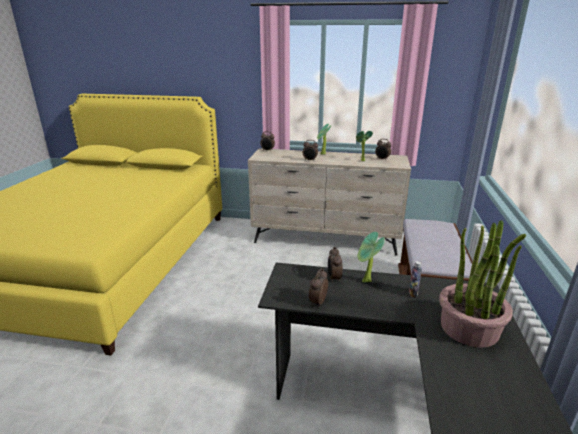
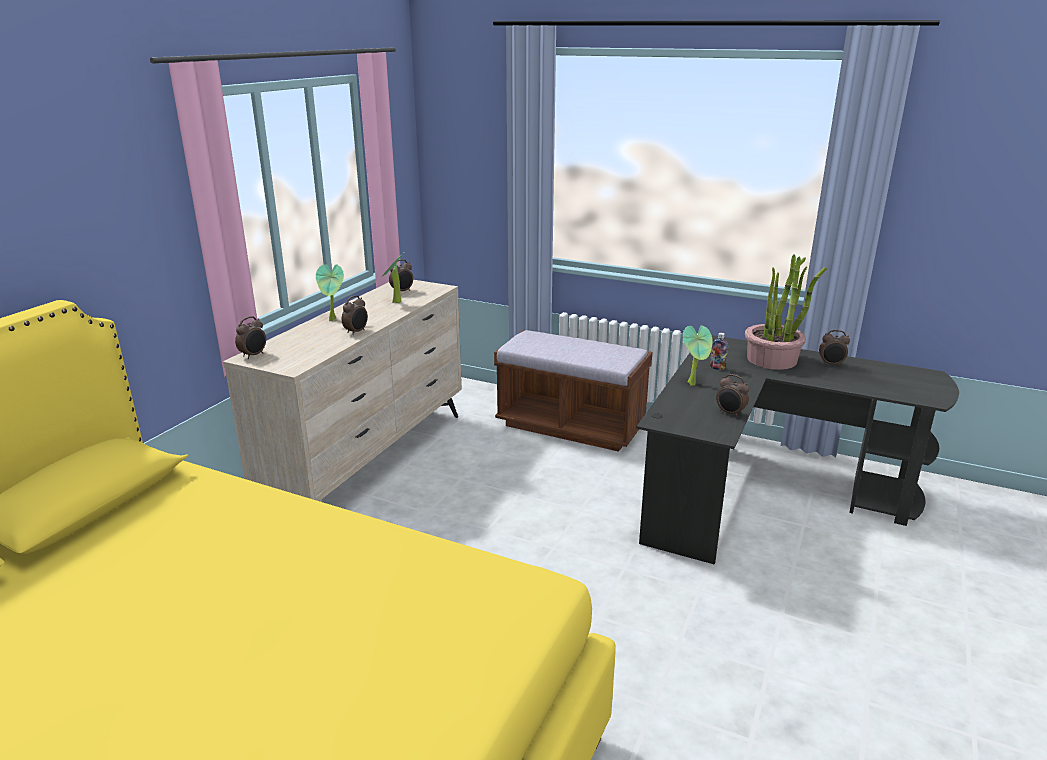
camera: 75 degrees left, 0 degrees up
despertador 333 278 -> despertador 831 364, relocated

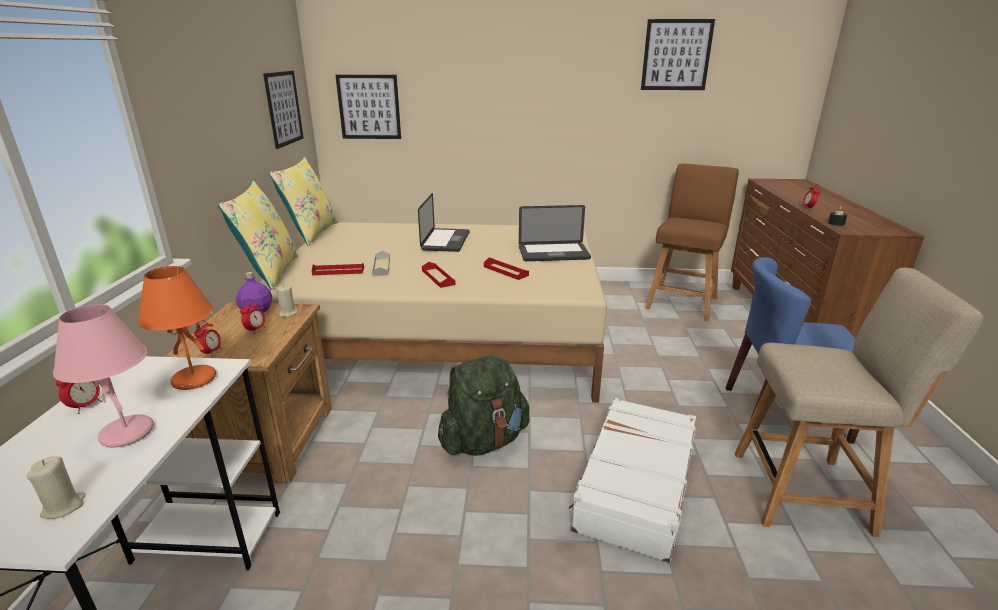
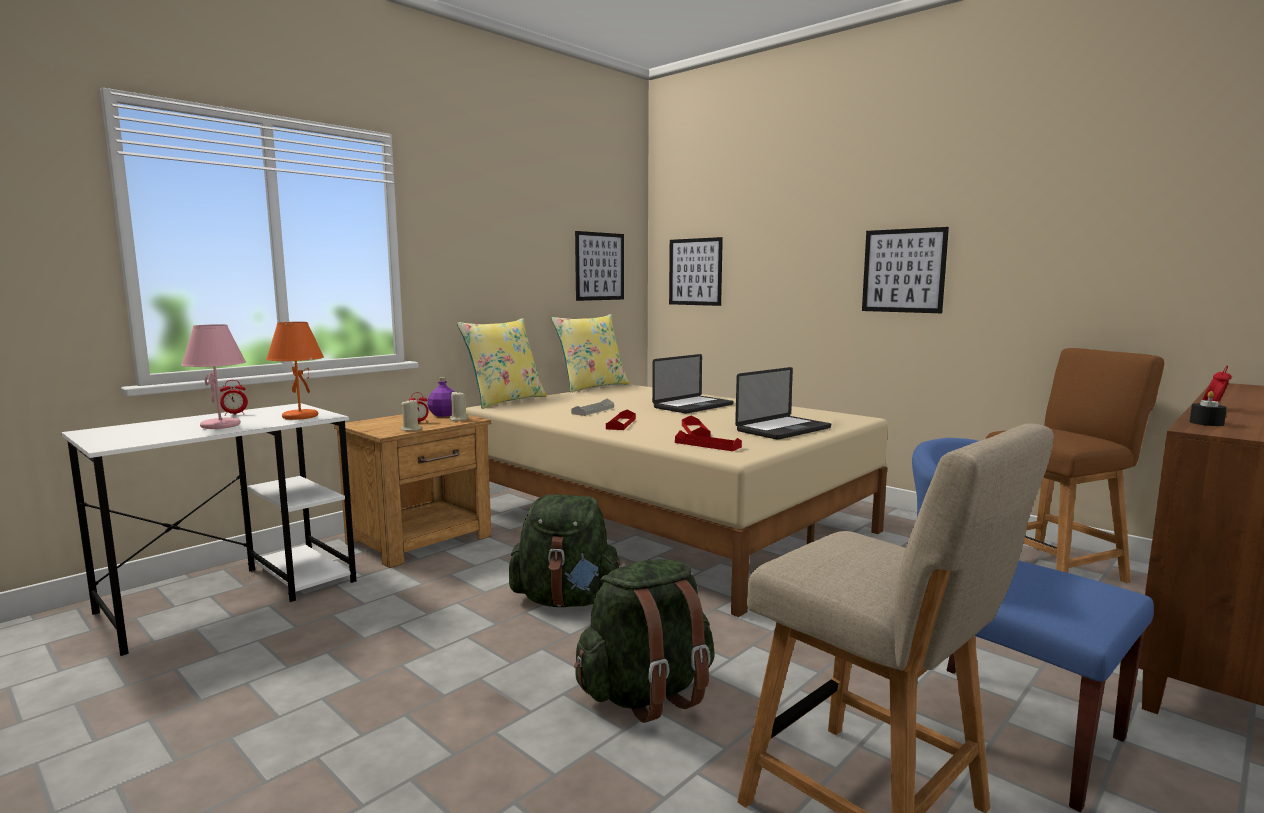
camera: 40 degrees right, 15 degrees down
vela [beis] 64 506 -> vela [beis] 411 429, relocated
maleta [blanco] 634 486 -> mochila [verde] 647 693
bandeja [rojo] 338 271 -> bandeja [rojo] 707 445, relocated
portátil 553 253 -> portátil 783 429, 75 degrees counterclockwise
cuadro 676 55 -> cuadro 903 270, relocated
despertador 211 353 -> none

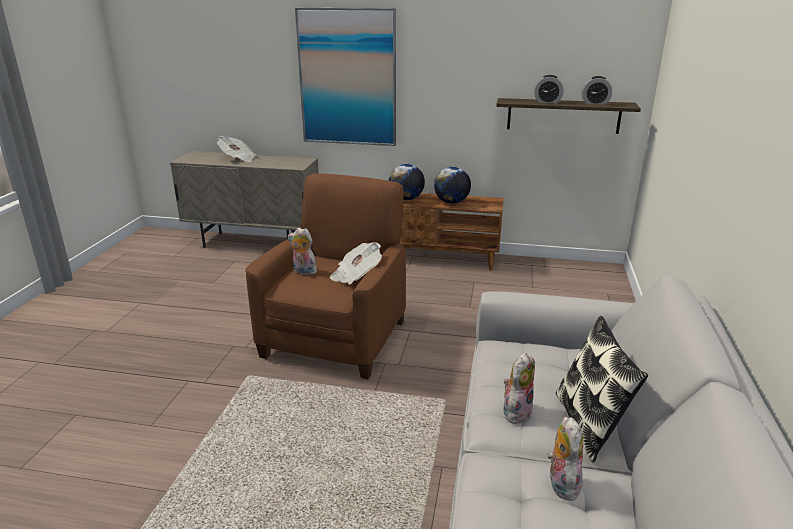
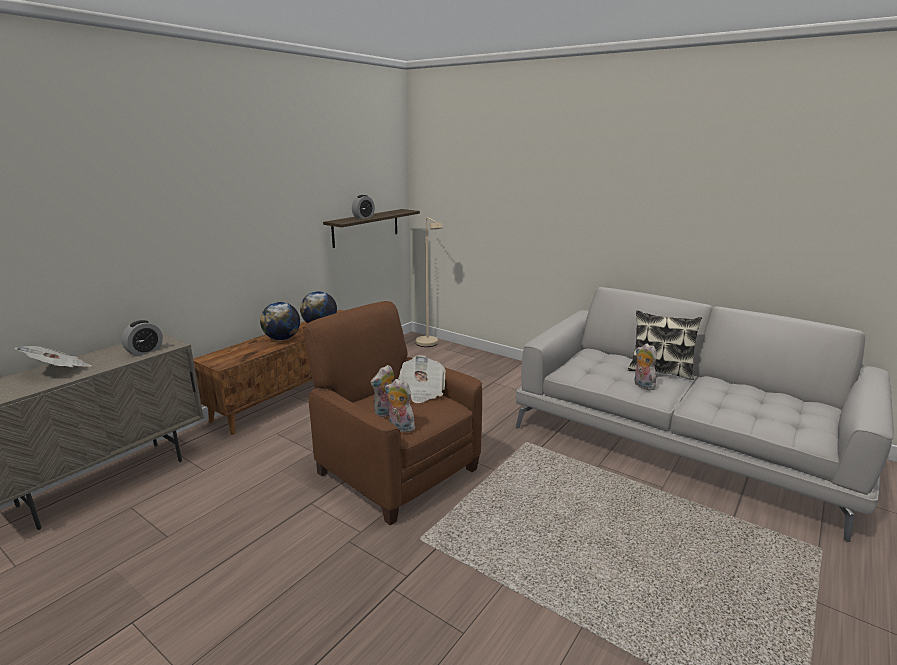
camera: 65 degrees left, 5 degrees down
despertador 595 103 -> despertador 145 351, relocated
peluche 561 483 -> peluche 400 428, relocated
none -> lámpara de pie [beis] 429 345
cuadro 347 78 -> none

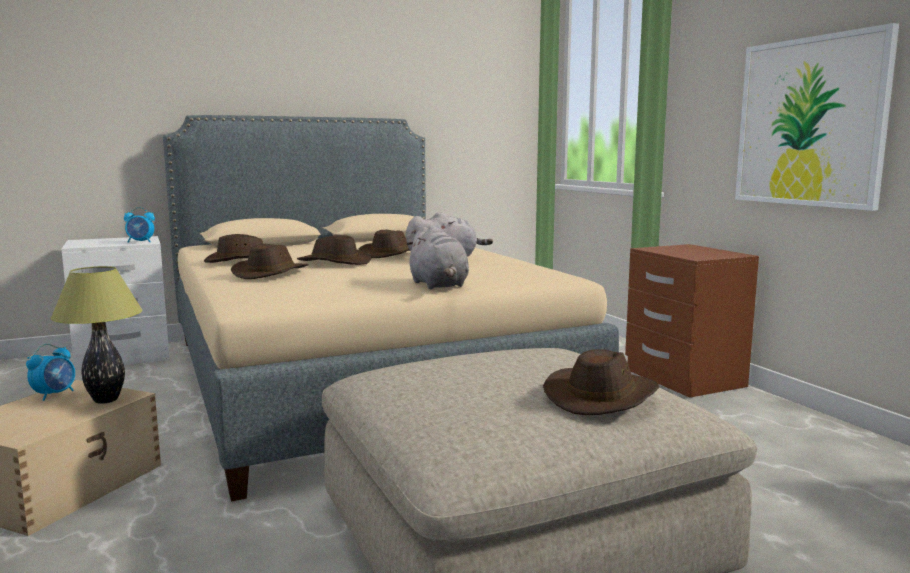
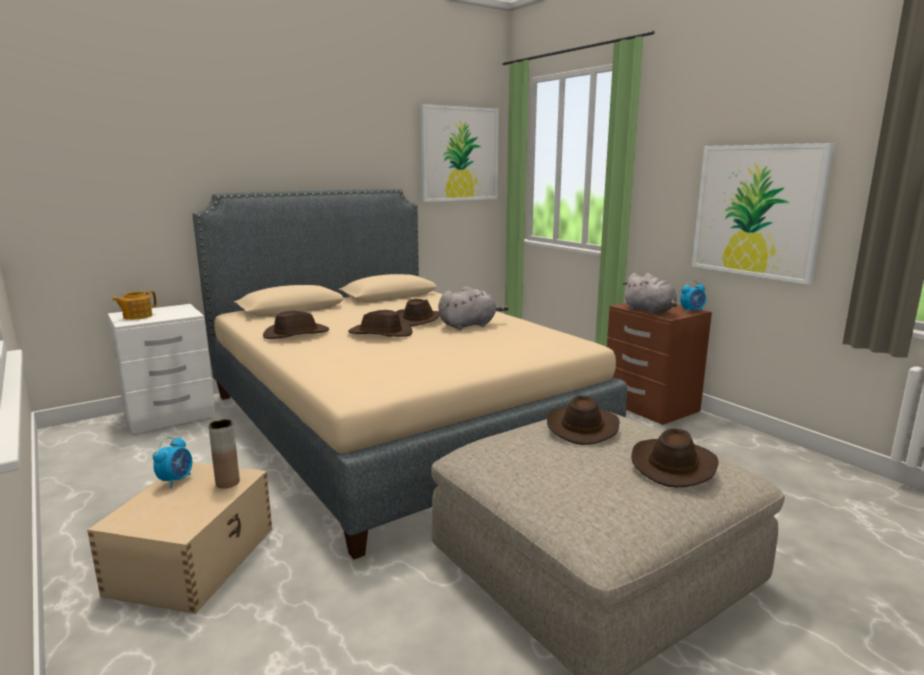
camera: 10 degrees left, 5 degrees up
none -> tetera 137 316
lámpara de mesa 105 400 -> florero [marrón] 227 482
none -> cuadro 460 154
sombrero [marrón] 271 273 -> sombrero [marrón] 581 427, relocated
peluche [gris] 438 285 -> peluche [gris] 650 311, relocated
despertador 140 242 -> despertador 692 311, relocated

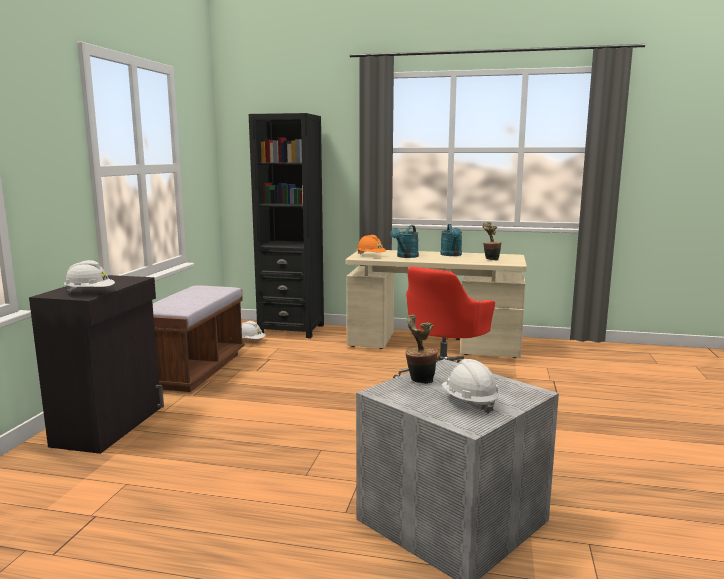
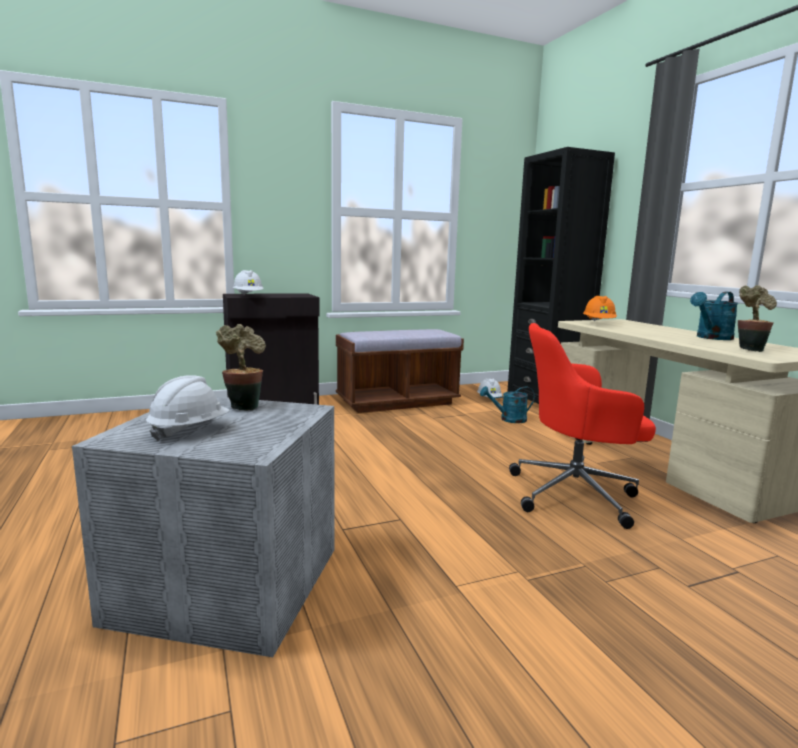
camera: 55 degrees right, 0 degrees up
regadera [turquesa] 406 256 -> regadera [turquesa] 508 419, relocated

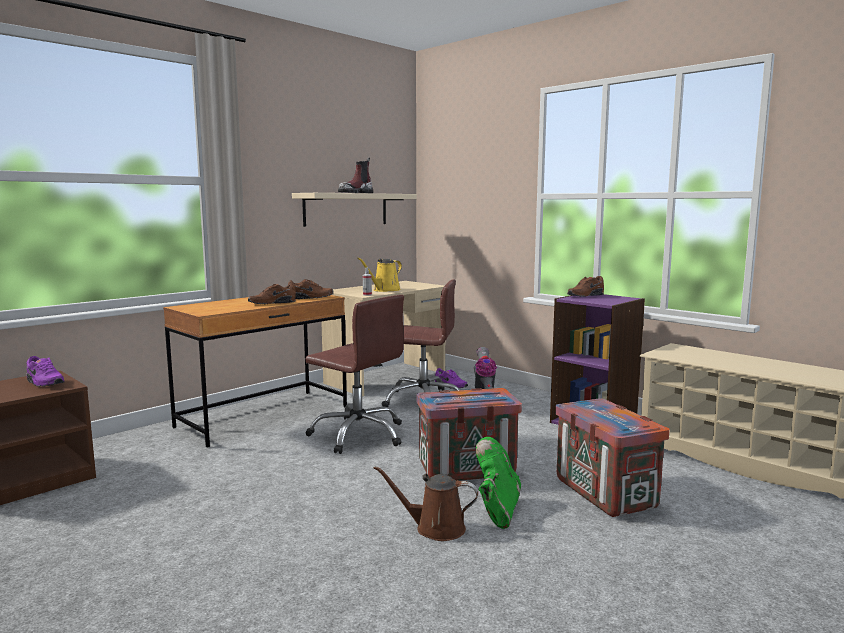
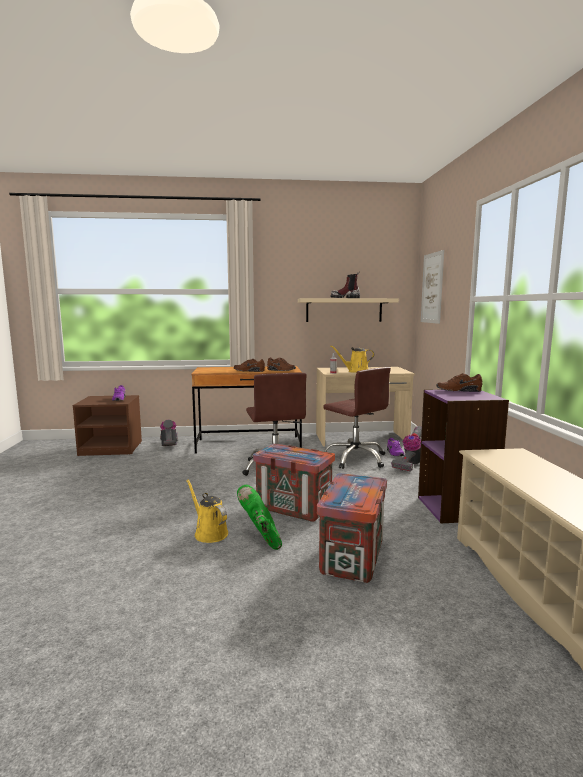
camera: 40 degrees right, 0 degrees up
none -> aspiradora 169 446
regadera [marrón] 435 528 -> regadera [amarillo] 209 533
bota [verde] 497 510 -> bota [verde] 261 537, 75 degrees counterclockwise
none -> cuadro 432 288

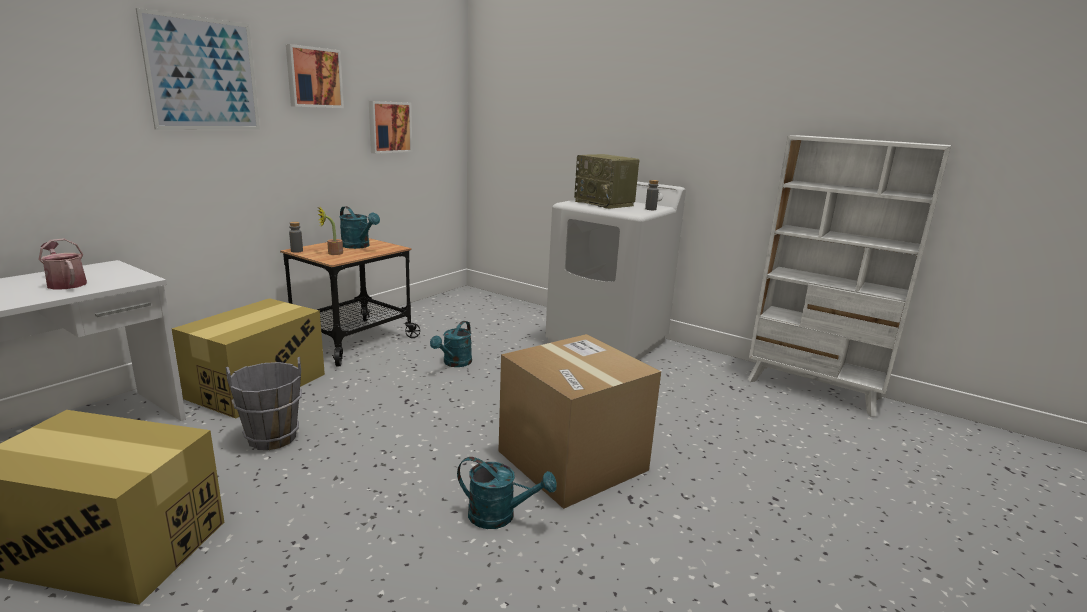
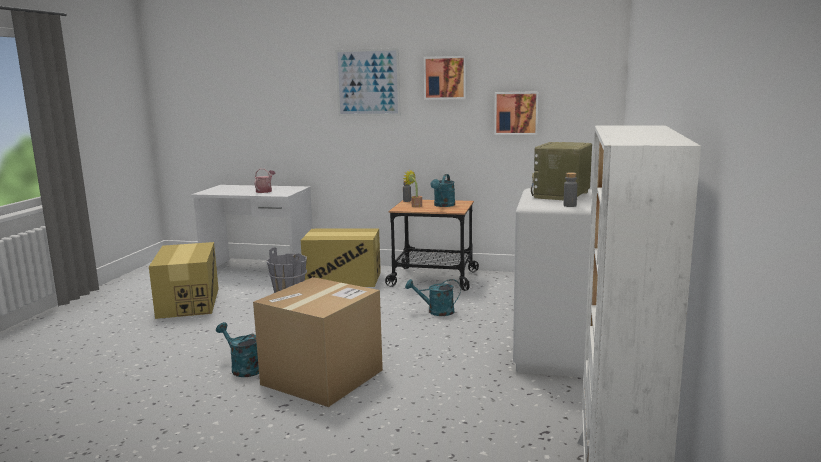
camera: 70 degrees right, 5 degrees down
regadera [turquesa] 500 516 -> regadera [turquesa] 243 368, 135 degrees clockwise

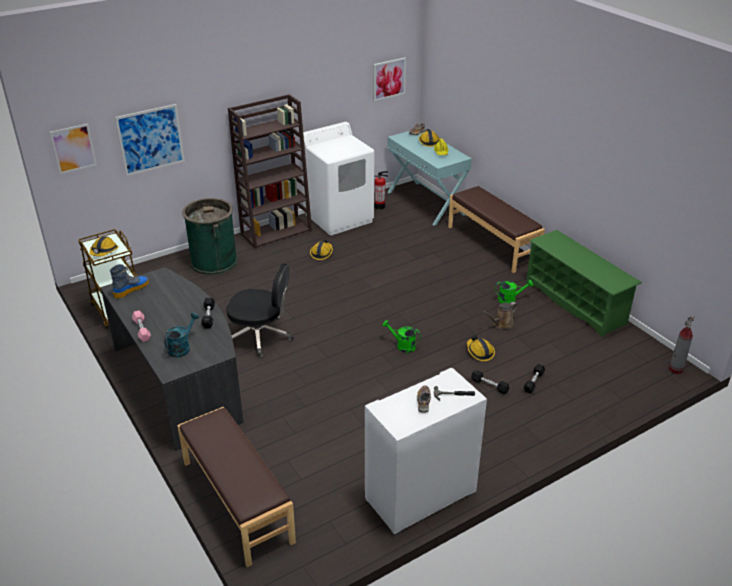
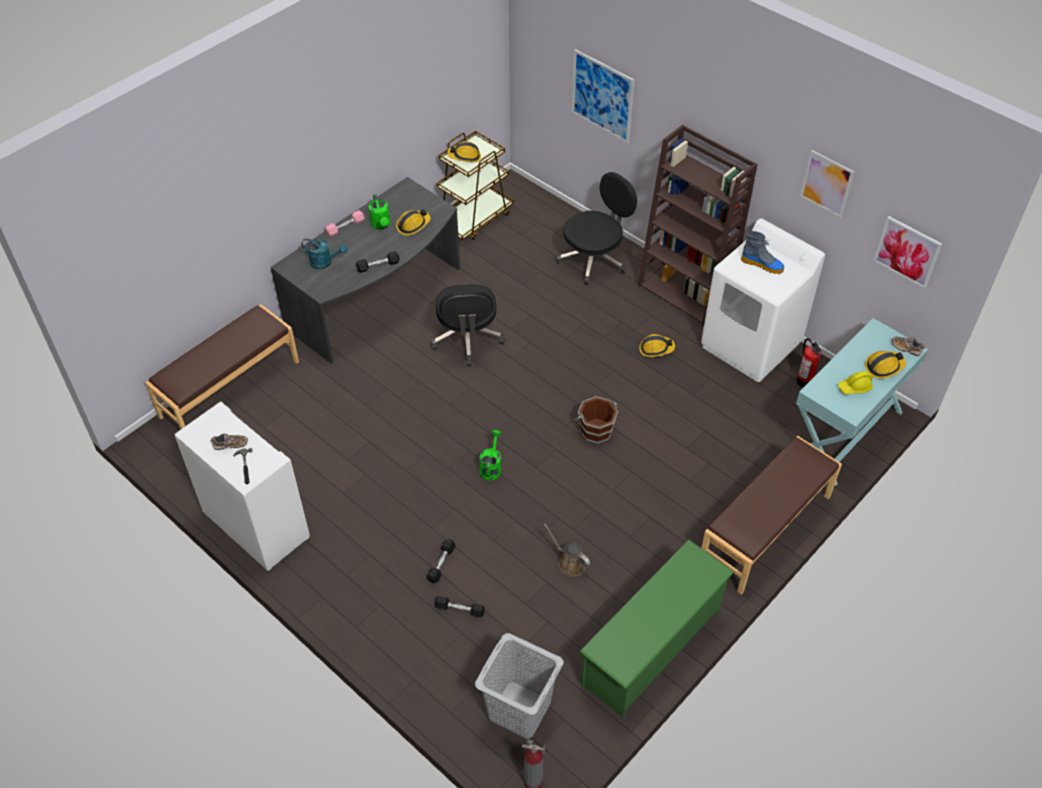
camera: 75 degrees right, 15 degrees up
regadera [verde] 510 299 -> regadera [verde] 381 225, relocated
casco 479 352 -> casco 413 225, relocated
none -> cesto de la ropa [gris] 519 709
papelera [verde] 214 261 -> silla de oficina [negro] 594 259
none -> cubo [marrón] 595 430
bota 131 289 -> bota 762 265, relocated
cuadro 73 148 -> cuadro 826 183, relocated

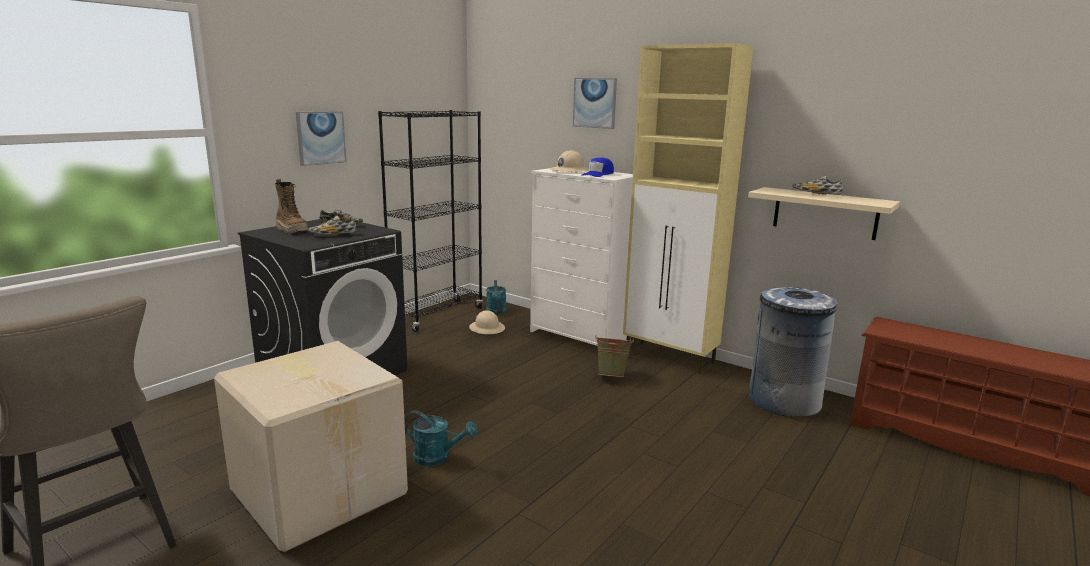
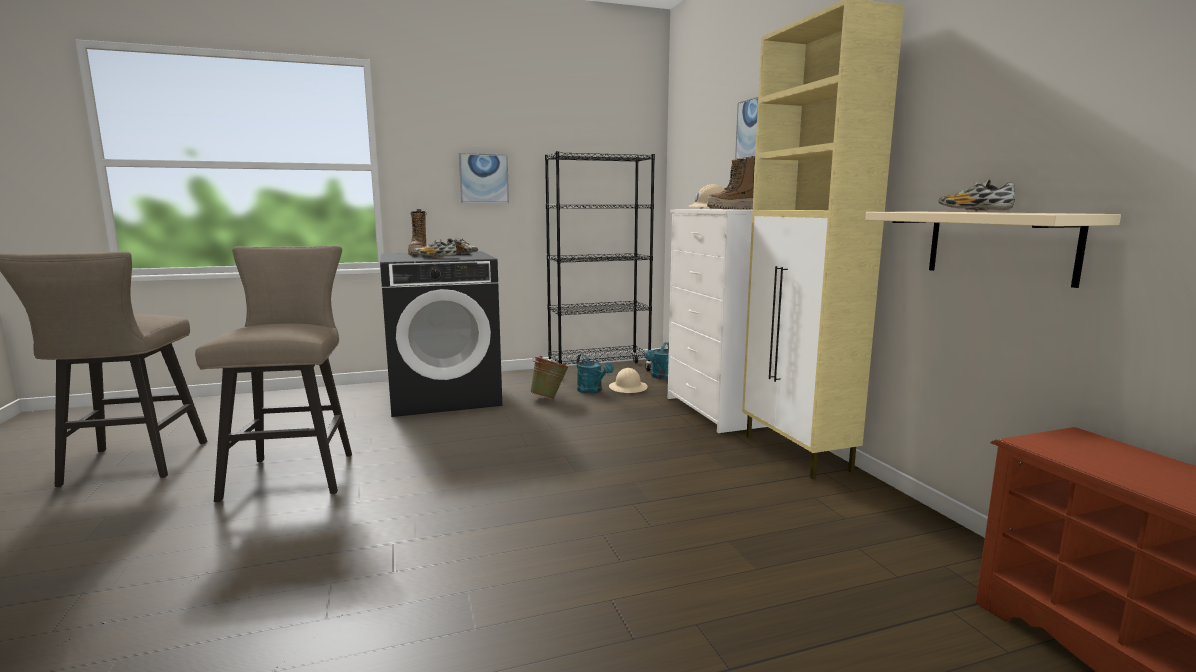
camera: 35 degrees right, 5 degrees down
caja de cartón 320 490 -> taburete [beis] 295 472
cubo [verde] 612 375 -> cubo [verde] 550 398, relocated
regadera [turquesa] 438 458 -> regadera [turquesa] 592 391, relocated
gorra [azul] 598 174 -> bota 730 209
papelera [gris] 784 401 -> none

